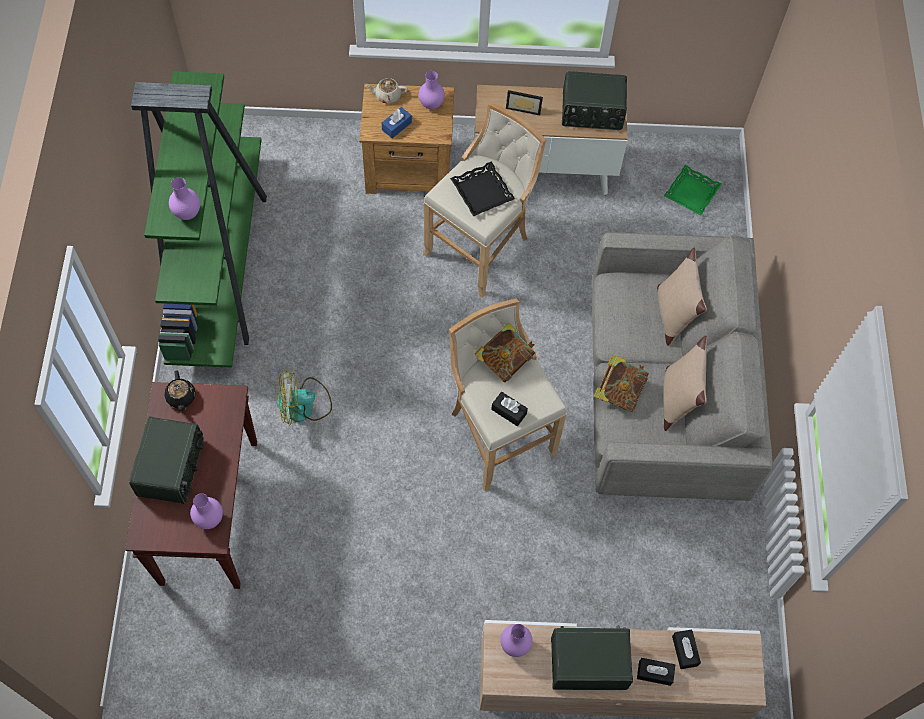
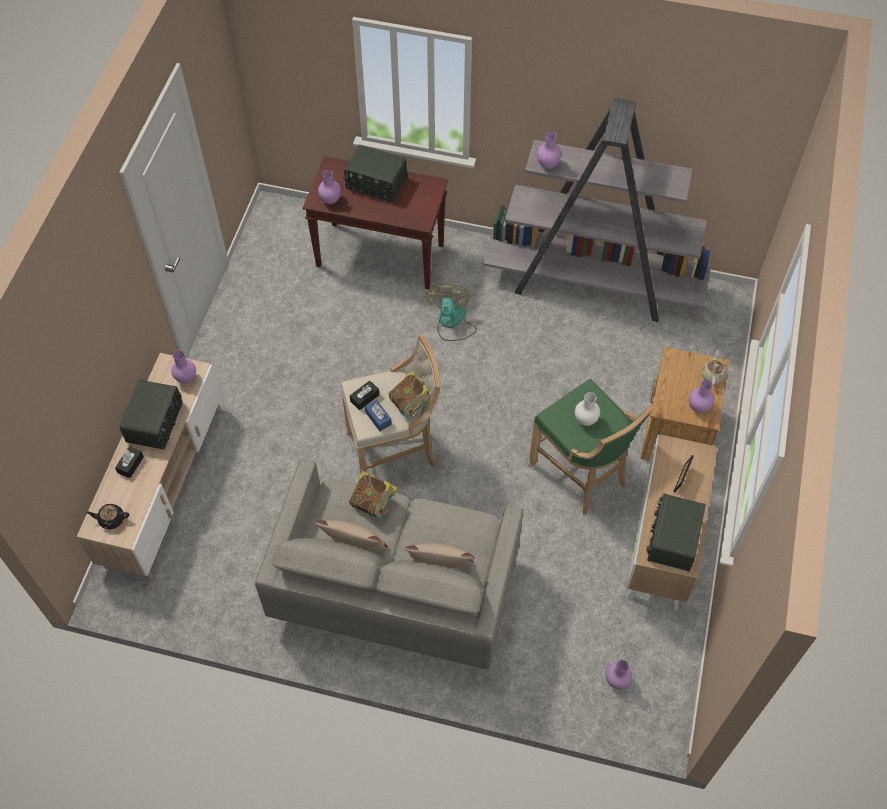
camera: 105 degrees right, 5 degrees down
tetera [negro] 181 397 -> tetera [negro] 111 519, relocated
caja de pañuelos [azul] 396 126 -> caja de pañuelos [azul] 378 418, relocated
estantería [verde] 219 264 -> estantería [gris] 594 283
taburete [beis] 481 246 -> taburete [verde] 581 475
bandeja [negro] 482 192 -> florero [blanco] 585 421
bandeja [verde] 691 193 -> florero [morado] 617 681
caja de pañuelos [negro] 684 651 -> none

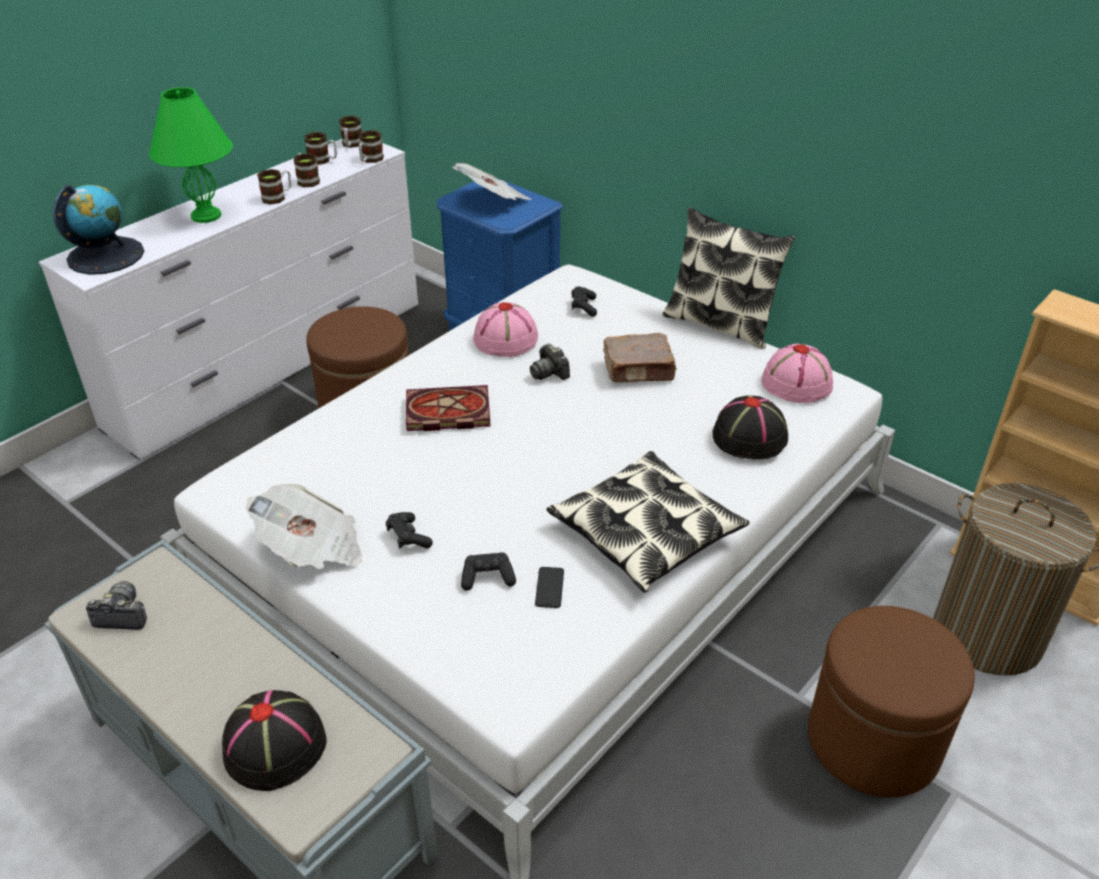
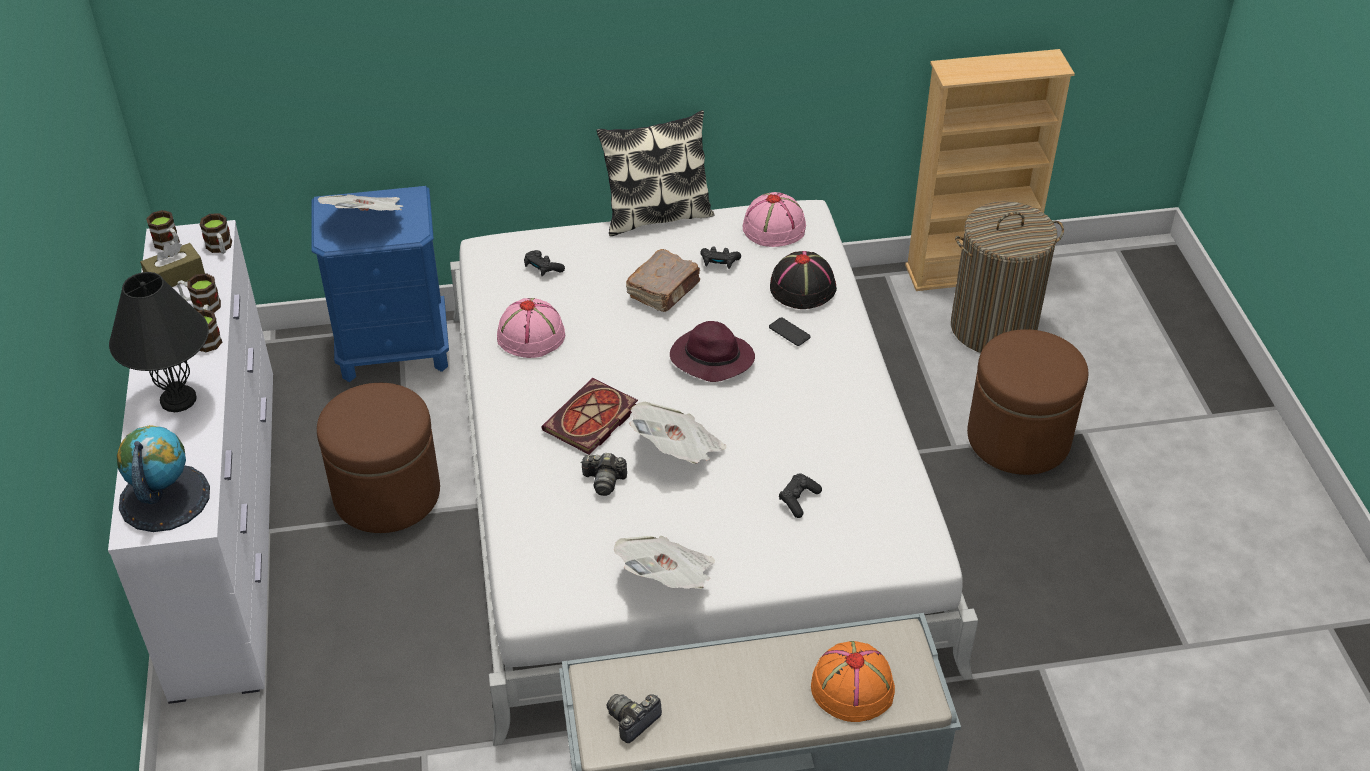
camera: 50 degrees left, 5 degrees up
lámpara de mesa [verde] 206 215 -> lámpara de mesa [negro] 177 399
taza grande 323 160 -> caja de pañuelos [marrón] 175 276
cámara 549 372 -> cámara 604 481, relocated
none -> periódico 678 450
none -> sombrero [morado] 710 359
mando de consola [negro] 408 538 -> mando de consola [negro] 719 263, relocated
móvil 549 588 -> móvil 789 332, relocated
sombrero [negro] 275 745 -> sombrero [naranja] 852 686
cojín 646 533 -> none

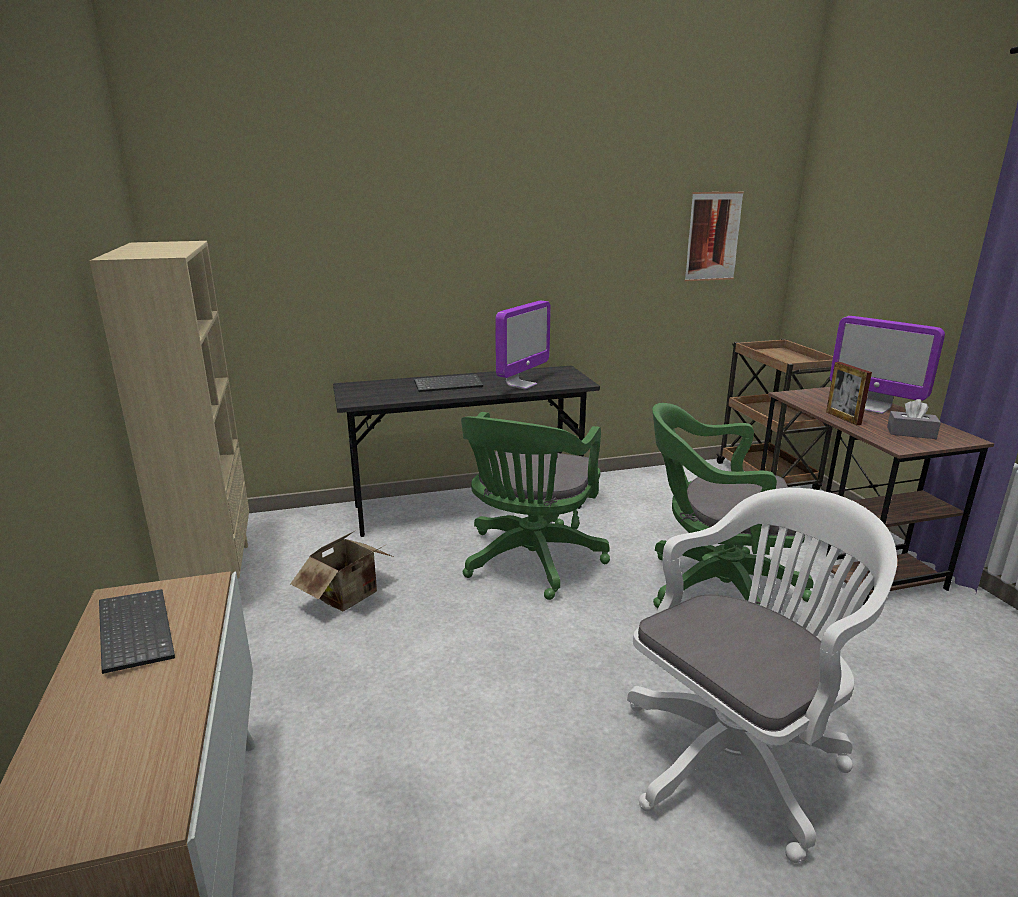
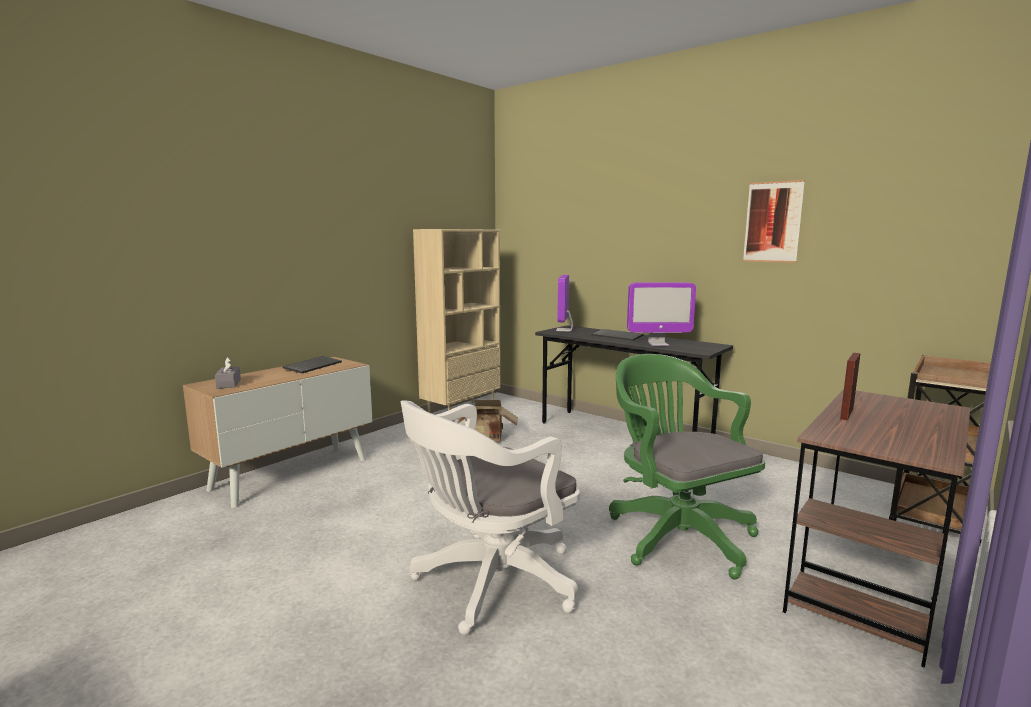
camera: 55 degrees right, 10 degrees down
caja de pañuelos [gris] 911 433 -> caja de pañuelos [gris] 228 384, relocated
silla de oficina [blanco] 738 756 -> silla de oficina [blanco] 490 583, 120 degrees clockwise
monitor 874 408 -> monitor 564 330, relocated
cuadro 713 236 -> cuadro 772 222, relocated
silla de oficina [verde] 529 562 -> none

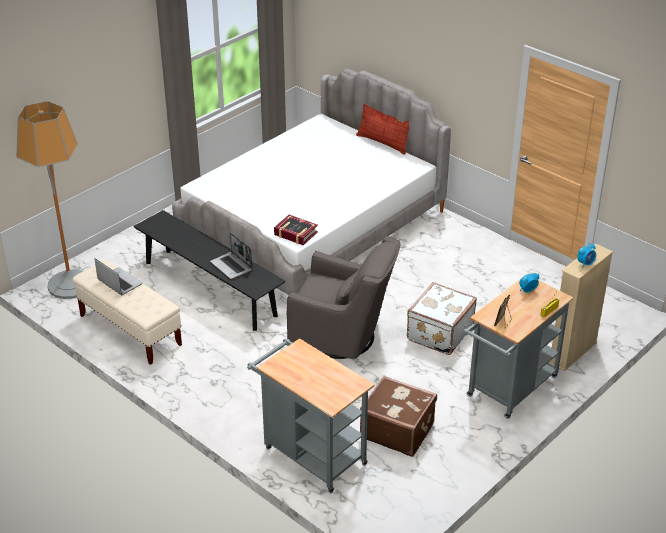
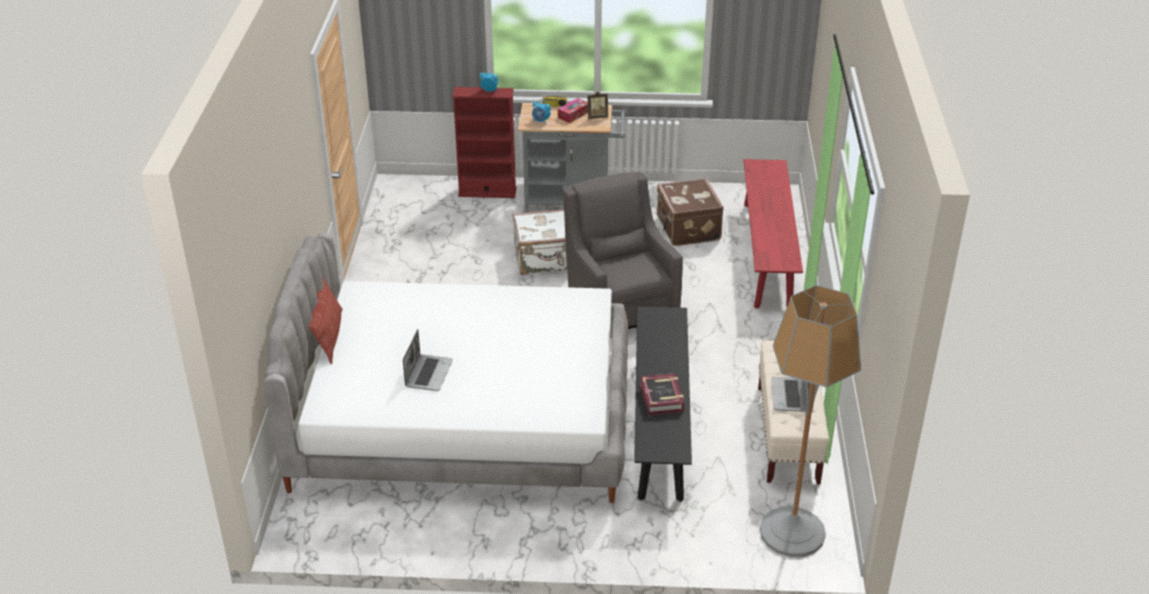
camera: 130 degrees left, 0 degrees up
portátil 232 266 -> portátil 428 373, relocated
estantería [beis] 572 353 -> estantería [rojo] 487 192
none -> caja de pañuelos 573 115
libro 295 233 -> libro 662 398, relocated
carrito [gris] 310 453 -> banco [rojo] 767 254

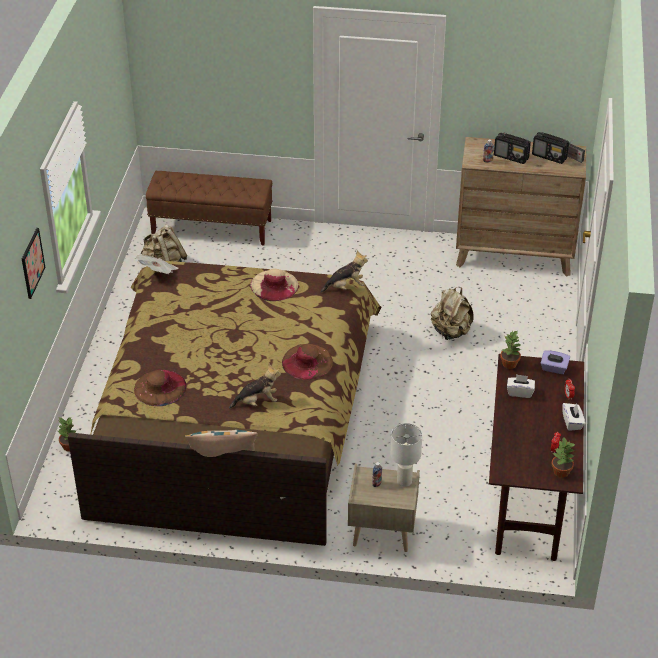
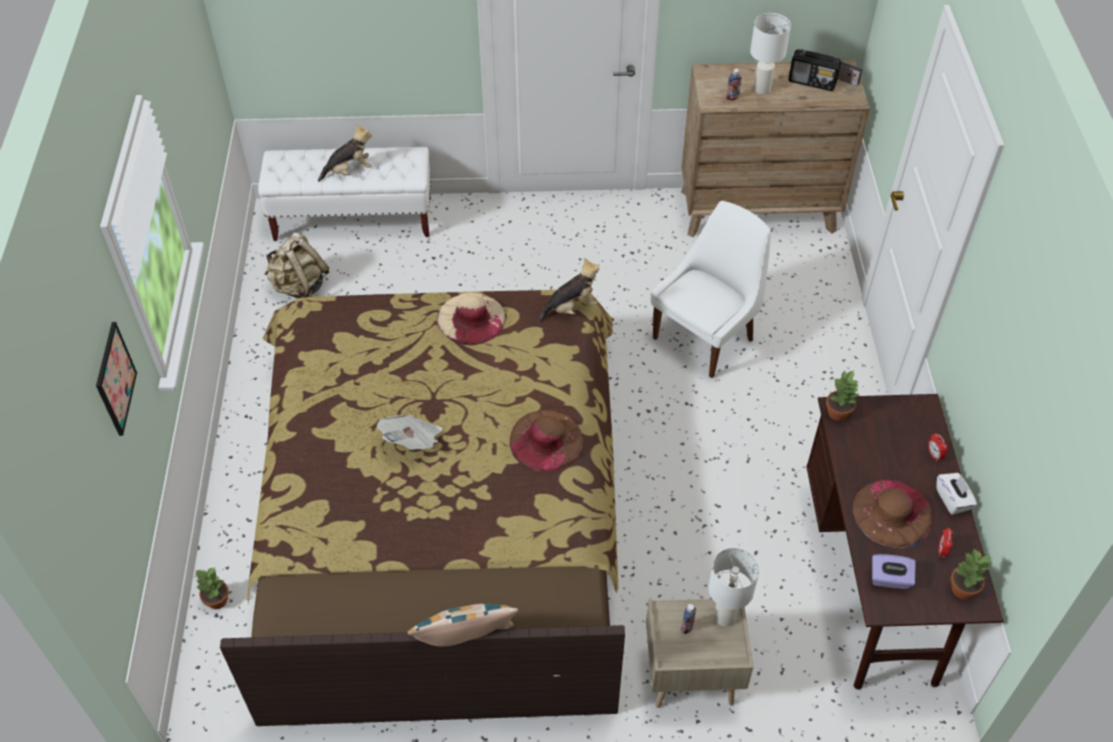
camera: 10 degrees left, 10 degrees up
banco [marrón] 212 228 -> banco [blanco] 353 219
peluche 257 402 -> peluche 349 171, relocated
periódico 158 272 -> periódico 413 441, relocated
mochila [beis] 451 332 -> silla [blanco] 705 337
radio 511 157 -> lámpara de mesa [blanco] 762 88
sombrero [marrón] 160 387 -> sombrero [marrón] 893 513, relocated
caja de pañuelos [morado] 554 368 -> caja de pañuelos [morado] 889 579, relocated
caja de pañuelos [blanco] 520 392 -> none

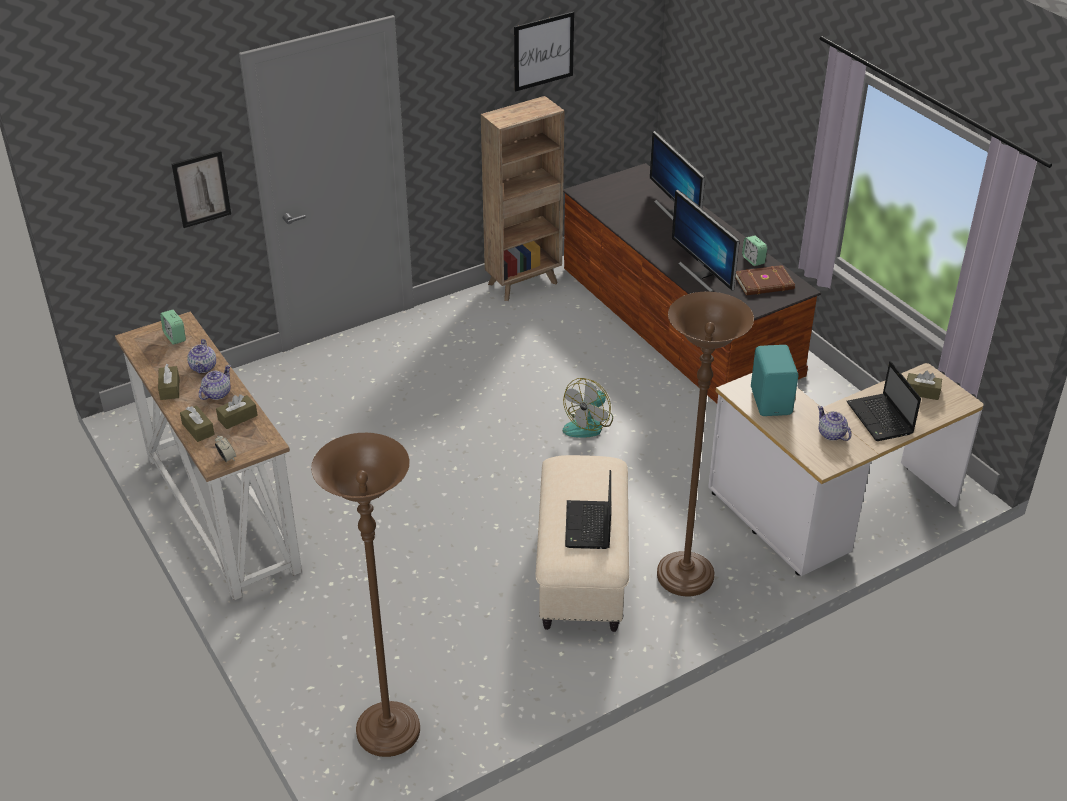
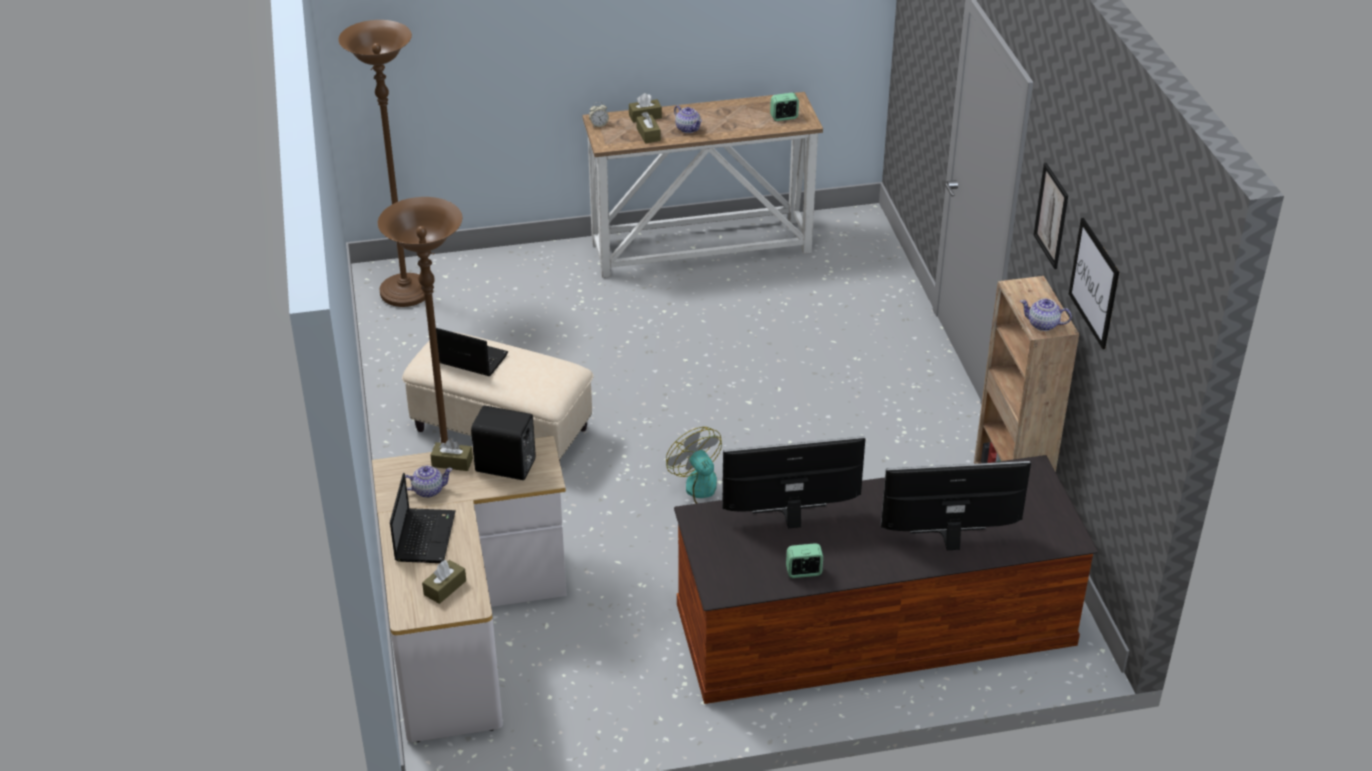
camera: 110 degrees right, 0 degrees up
portátil 880 419 -> portátil 425 535, 90 degrees clockwise
caja de pañuelos [marrón] 170 388 -> caja de pañuelos [marrón] 452 462, relocated
altavoz [turquesa] 772 401 -> altavoz [negro] 506 467
tetera 203 367 -> tetera 1043 325, relocated
cuadro 201 189 -> cuadro 1051 215, relocated
libro [marrón] 765 283 -> none

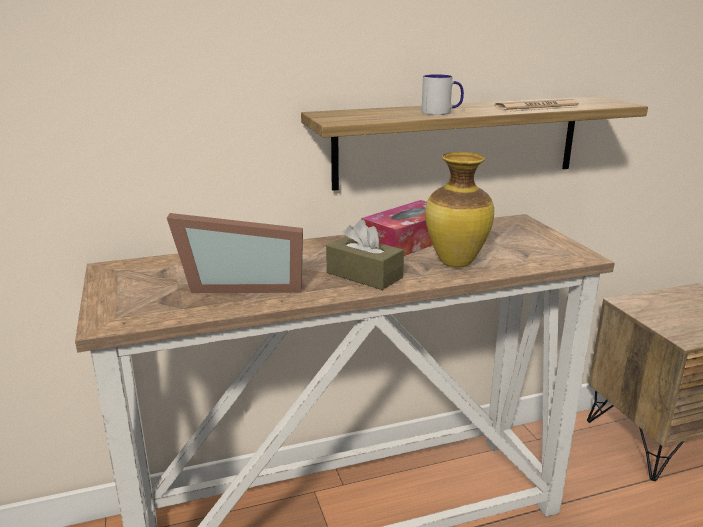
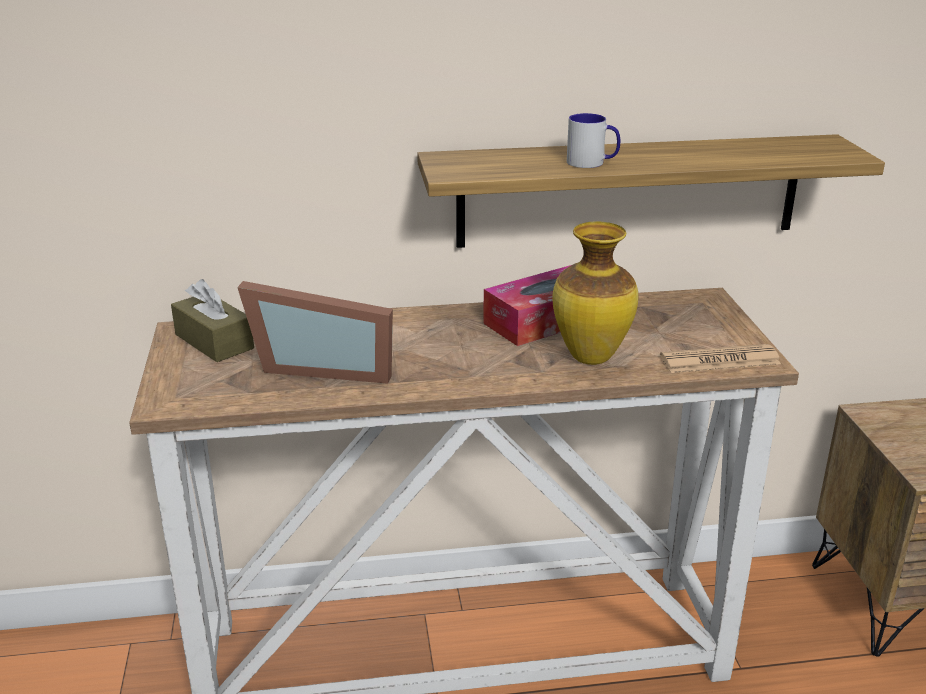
camera: 10 degrees right, 5 degrees up
caja de pañuelos [marrón] 364 275 -> caja de pañuelos [marrón] 214 341, relocated
periódico 537 107 -> periódico 719 360, relocated

